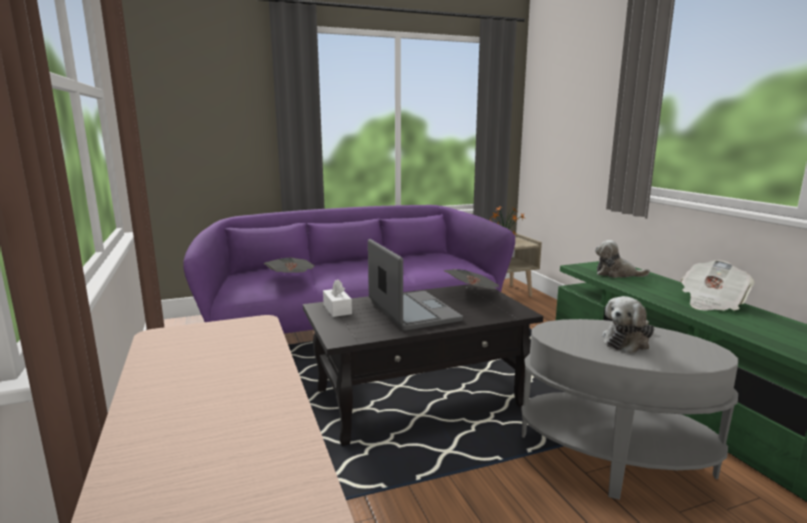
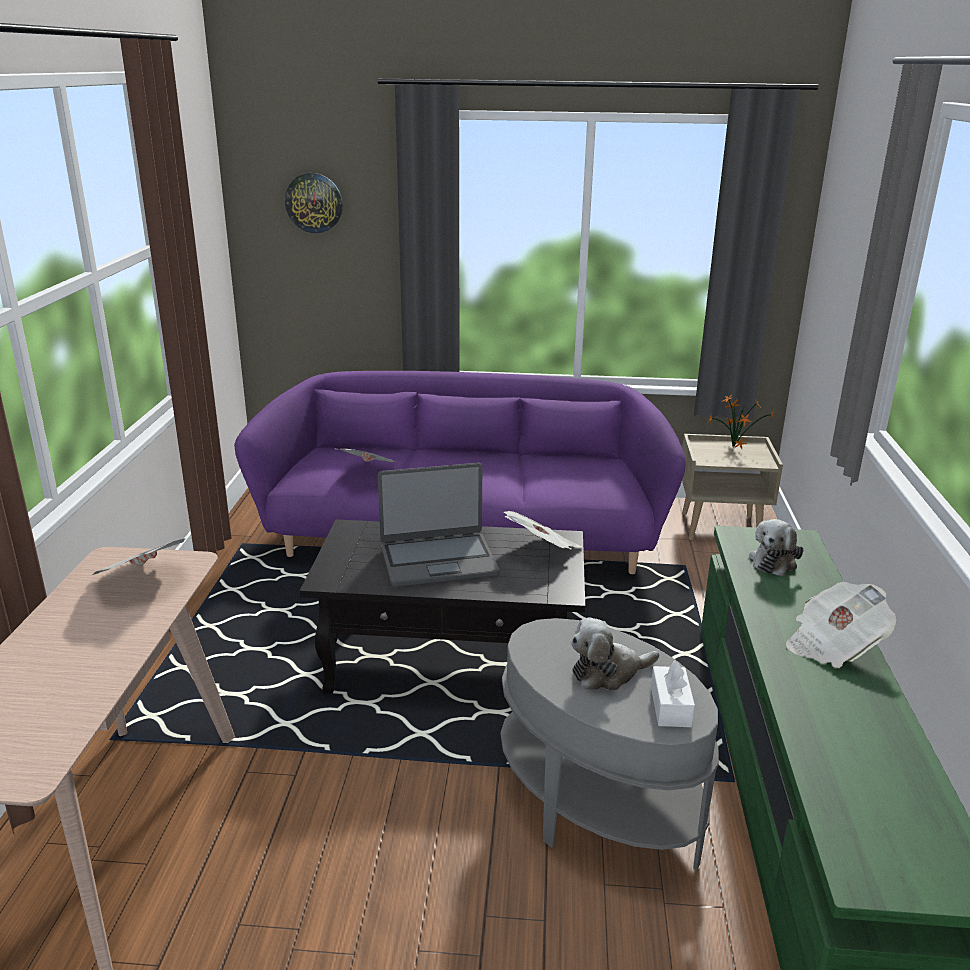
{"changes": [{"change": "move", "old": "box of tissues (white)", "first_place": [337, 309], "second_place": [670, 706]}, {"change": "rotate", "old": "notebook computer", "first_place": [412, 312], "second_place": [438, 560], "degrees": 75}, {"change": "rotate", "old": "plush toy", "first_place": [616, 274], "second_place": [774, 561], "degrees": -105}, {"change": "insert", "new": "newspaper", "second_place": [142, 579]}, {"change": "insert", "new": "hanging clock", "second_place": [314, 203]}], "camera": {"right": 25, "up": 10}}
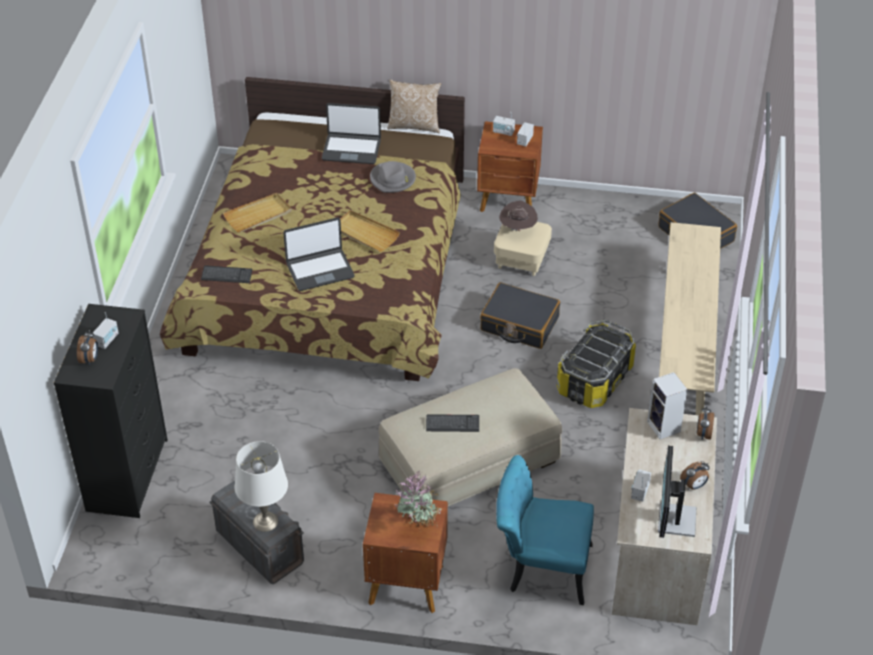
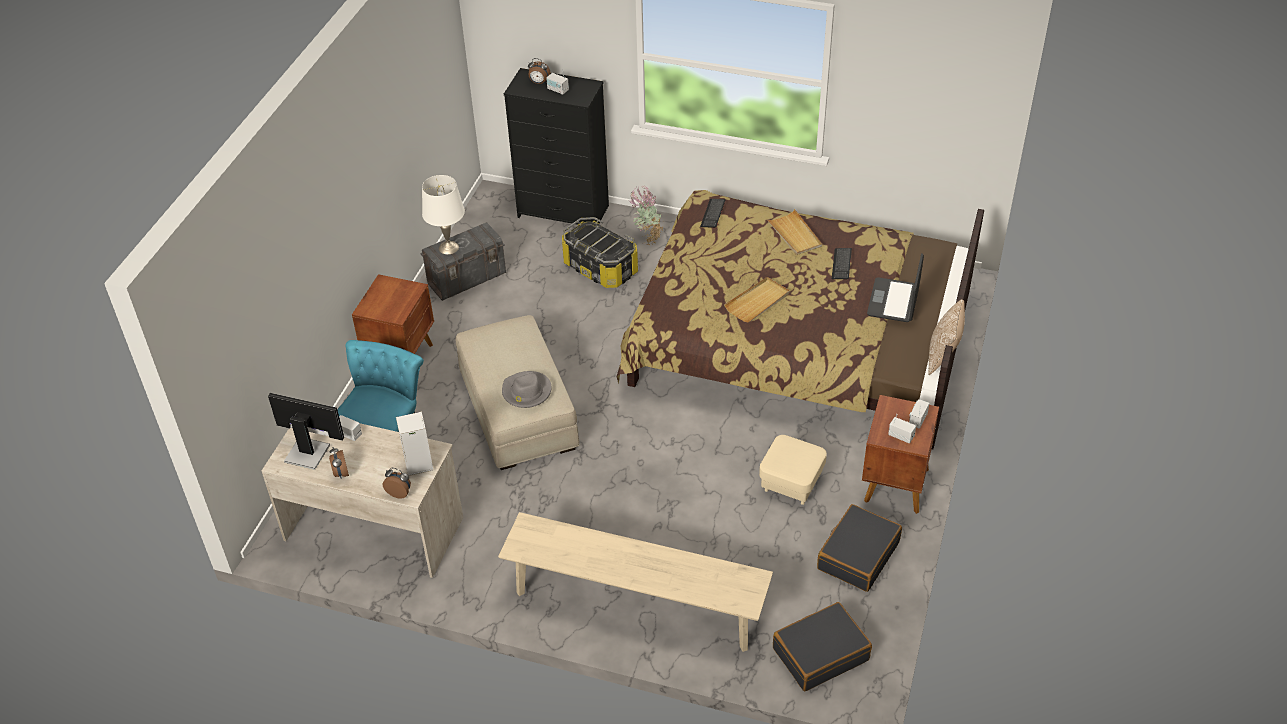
{"changes": [{"change": "delete", "old": "notebook computer", "first_place": [320, 270]}, {"change": "move", "old": "wearable hat (greyish)", "first_place": [393, 179], "second_place": [526, 392]}, {"change": "move", "old": "plant in a pot", "first_place": [418, 527], "second_place": [647, 237]}, {"change": "move", "old": "PC keyboard", "first_place": [452, 424], "second_place": [841, 264]}, {"change": "move", "old": "travel case (blackish)", "first_place": [519, 324], "second_place": [857, 555]}, {"change": "delete", "old": "wearable hat (brownish)", "first_place": [518, 228]}, {"change": "move", "old": "storage container", "first_place": [594, 379], "second_place": [601, 268]}], "camera": {"right": 100, "up": 0}}
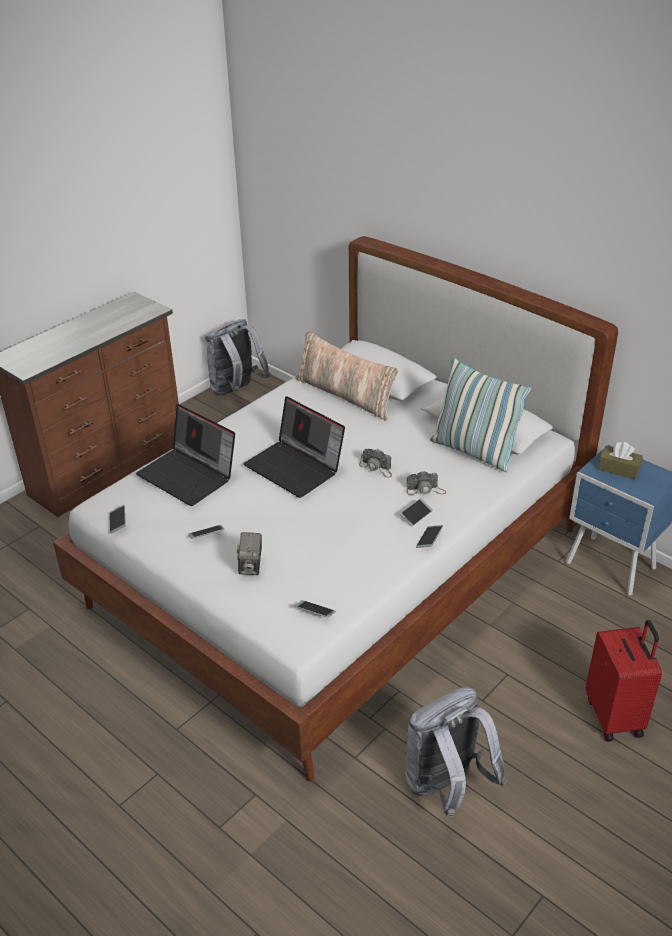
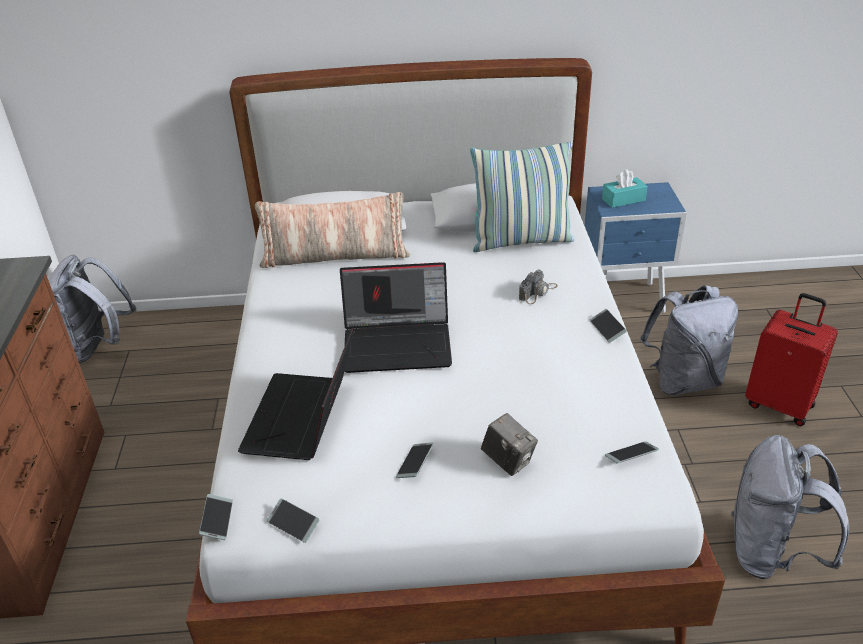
{"changes": [{"change": "rotate", "old": "notebook computer", "first_place": [189, 475], "second_place": [302, 419], "degrees": 105}, {"change": "delete", "old": "still camera", "first_place": [377, 468]}, {"change": "move", "old": "phone", "first_place": [416, 515], "second_place": [217, 520]}, {"change": "recolor", "old": "box of tissues (brownish)", "new": "box of tissues (blue-green)", "first_place": [618, 469], "second_place": [623, 199]}, {"change": "insert", "new": "rucksack (greyish)", "second_place": [683, 380]}], "camera": {"right": -45, "up": 0}}
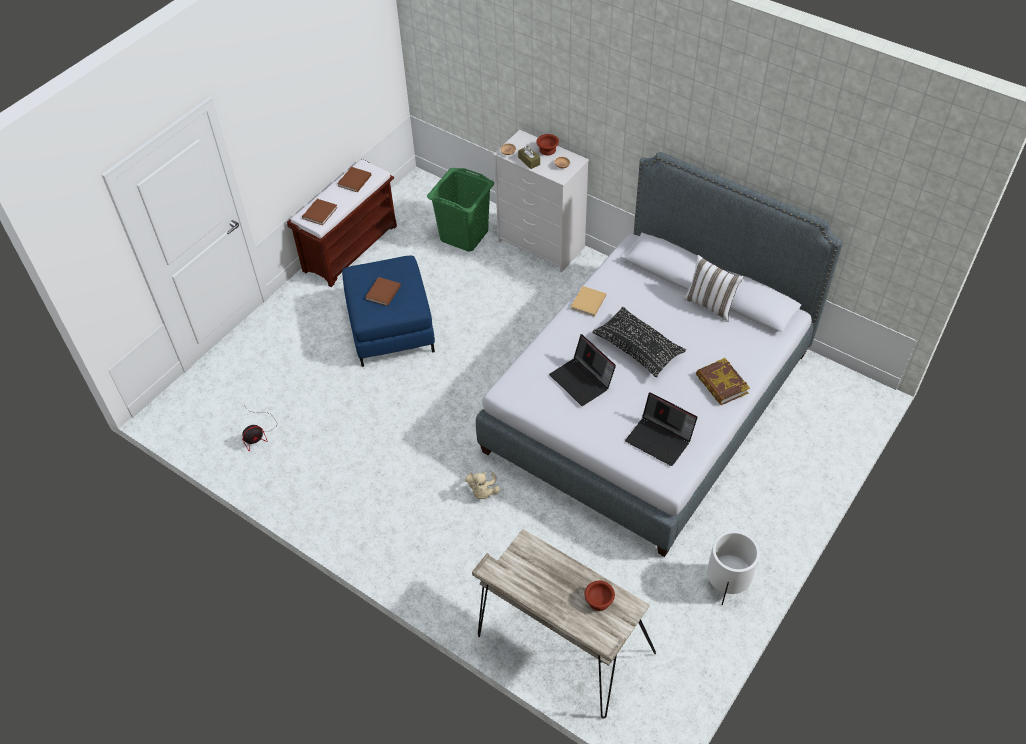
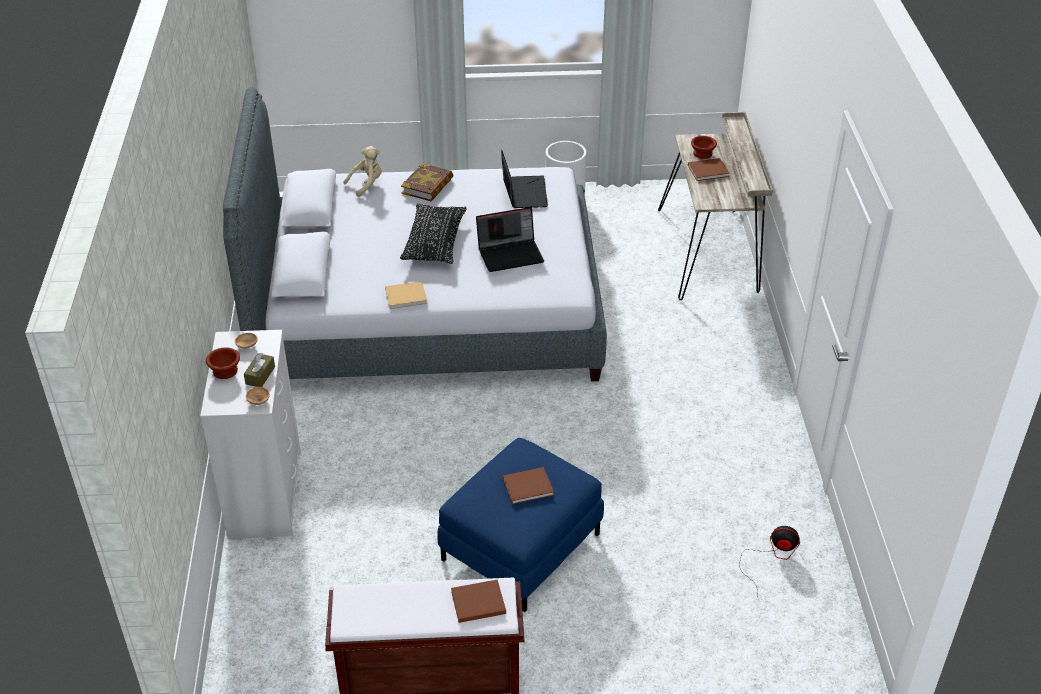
{"changes": [{"change": "move", "old": "volume (brownish)", "first_place": [354, 181], "second_place": [709, 171]}, {"change": "delete", "old": "laundry basket (greenish)", "first_place": [463, 235]}, {"change": "move", "old": "plush toy (beige)", "first_place": [482, 491], "second_place": [367, 184]}, {"change": "rotate", "old": "notebook computer", "first_place": [582, 381], "second_place": [511, 254], "degrees": 60}, {"change": "delete", "old": "cushion (white)", "first_place": [710, 304]}], "camera": {"right": -130, "up": -10}}
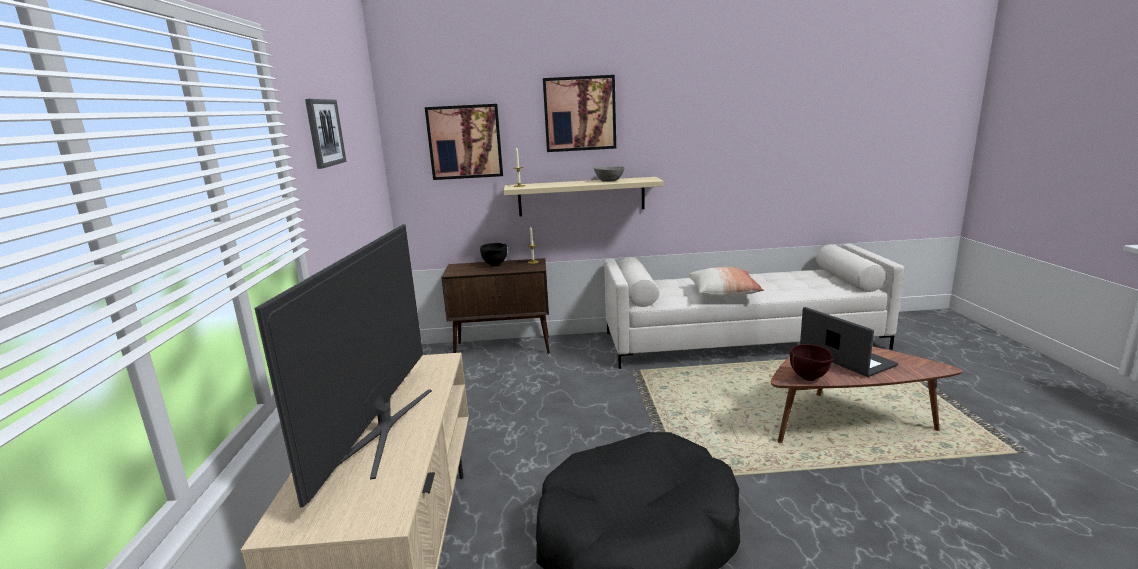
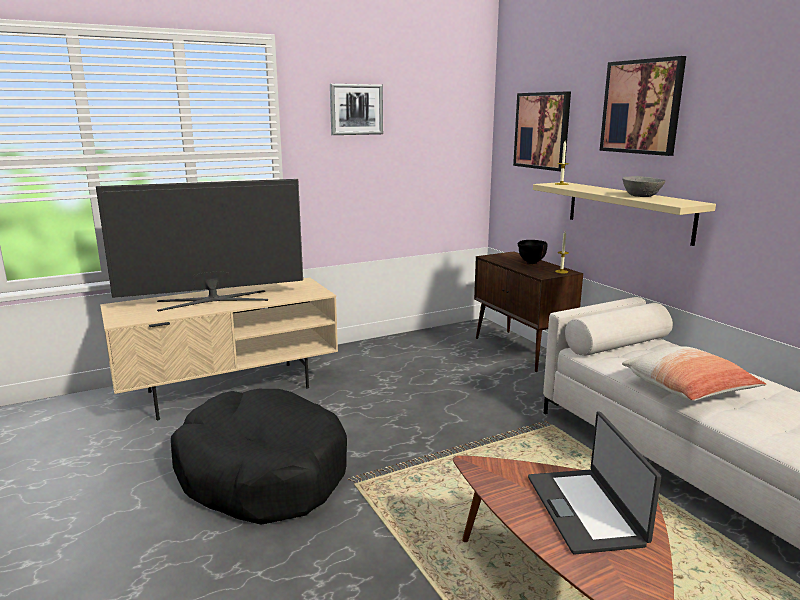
{"changes": [{"change": "delete", "old": "deep dish (brownish)", "first_place": [810, 379]}, {"change": "rotate", "old": "notebook computer", "first_place": [845, 358], "second_place": [586, 510], "degrees": 135}], "camera": {"right": 65, "up": 0}}
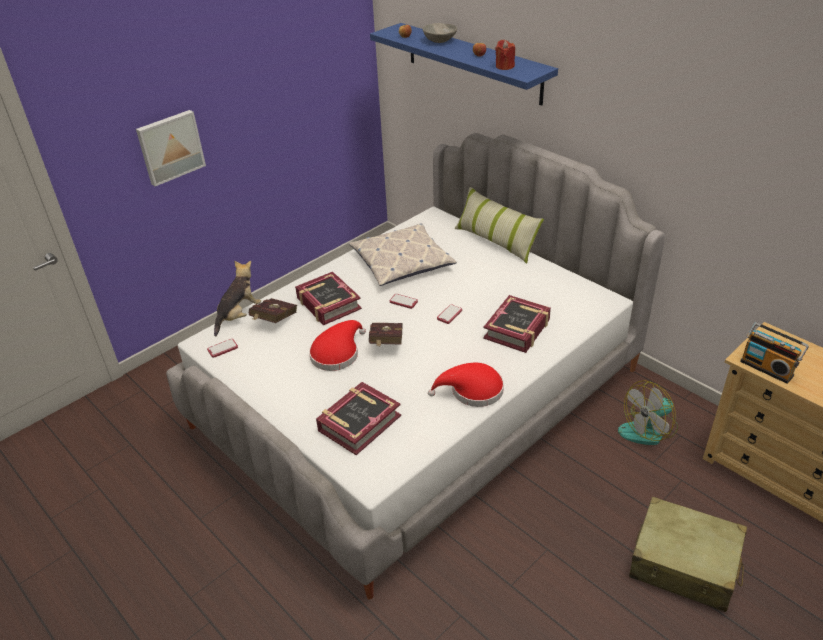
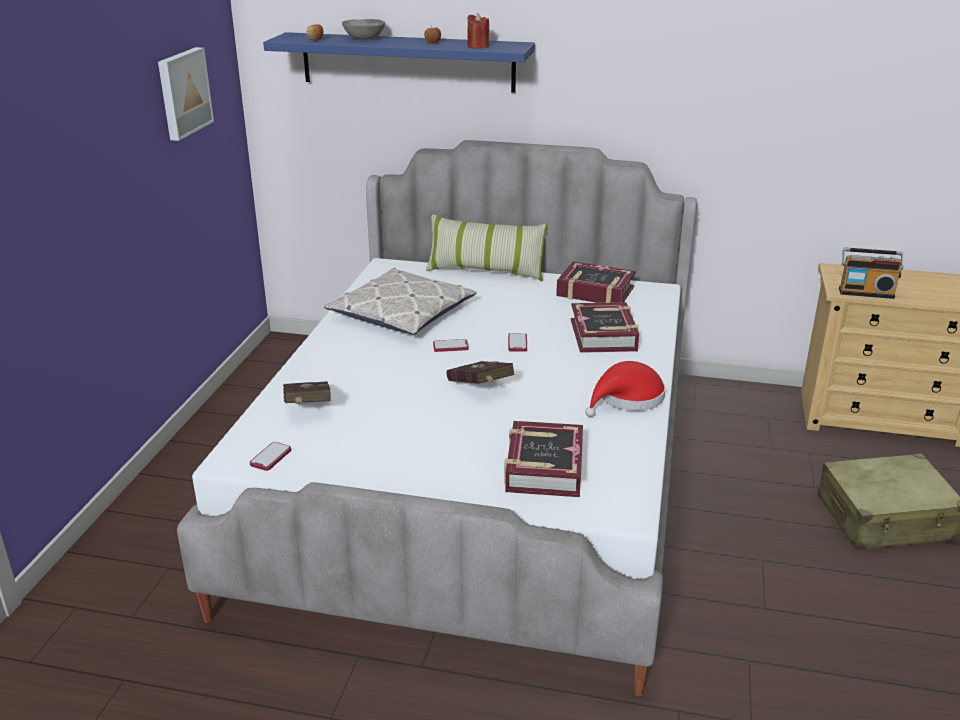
{"changes": [{"change": "move", "old": "picture", "first_place": [170, 147], "second_place": [183, 93]}, {"change": "delete", "old": "plush toy", "first_place": [239, 315]}, {"change": "move", "old": "volume", "first_place": [328, 304], "second_place": [595, 292]}, {"change": "delete", "old": "wearable hat (reddish)", "first_place": [337, 353]}, {"change": "delete", "old": "fan", "first_place": [649, 430]}], "camera": {"right": -35, "up": -10}}
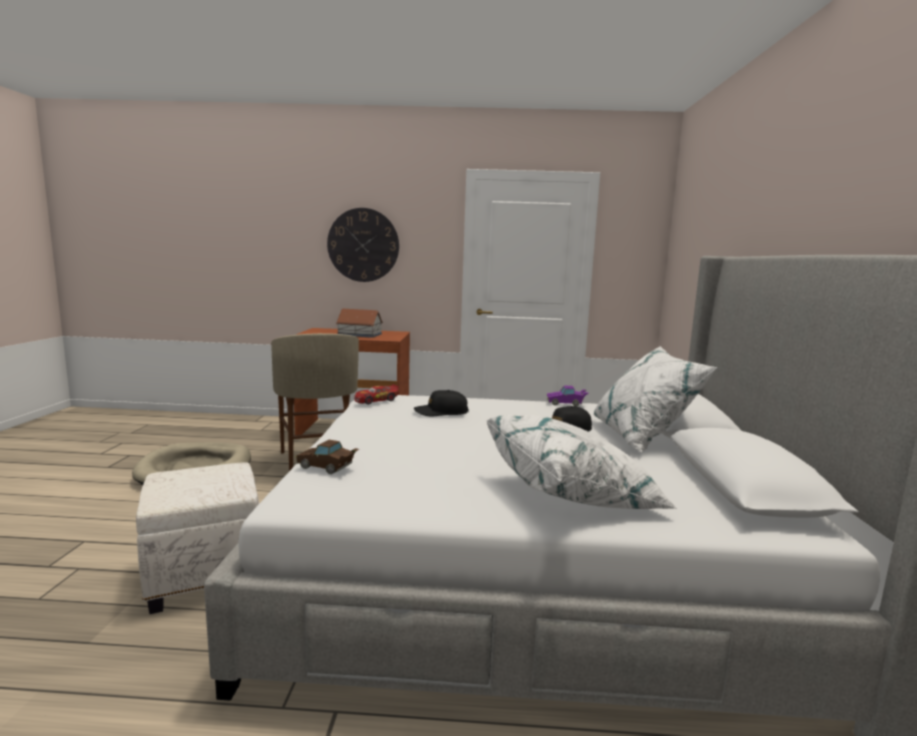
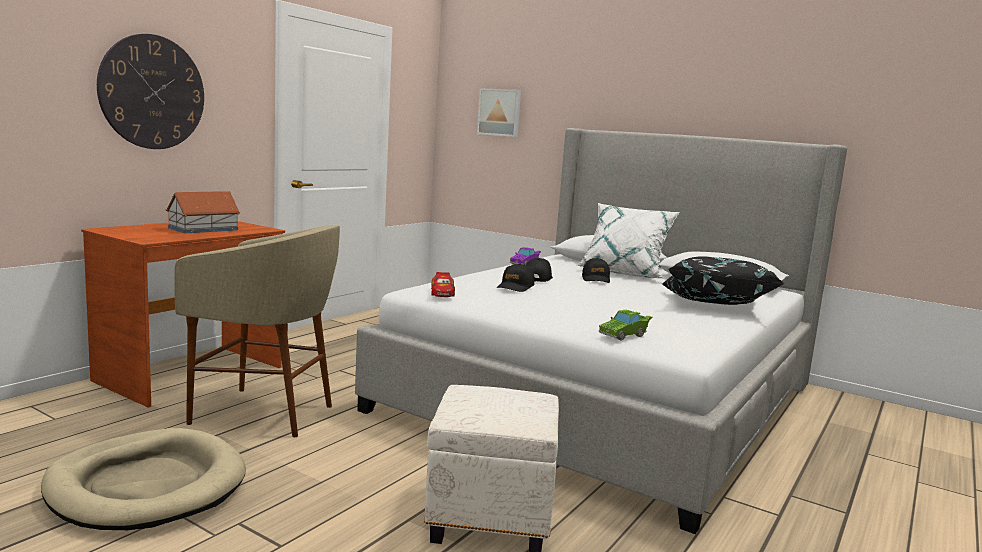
{"changes": [{"change": "recolor", "old": "model car (brownish)", "new": "model car (greenish)", "first_place": [327, 467], "second_place": [624, 335]}, {"change": "recolor", "old": "cushion (white)", "new": "cushion (blackish)", "first_place": [572, 494], "second_place": [714, 305]}, {"change": "insert", "new": "picture", "second_place": [500, 112]}, {"change": "insert", "new": "cap (blackish)", "second_place": [537, 278]}], "camera": {"right": -60, "up": 0}}
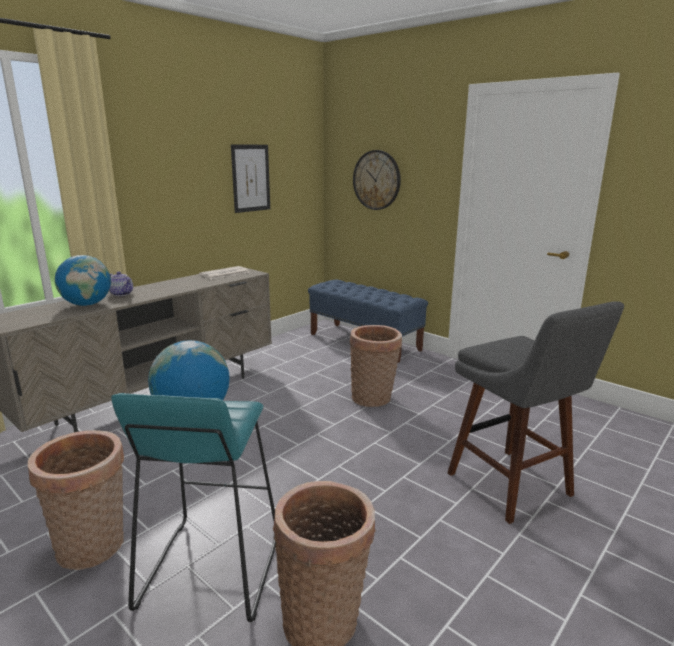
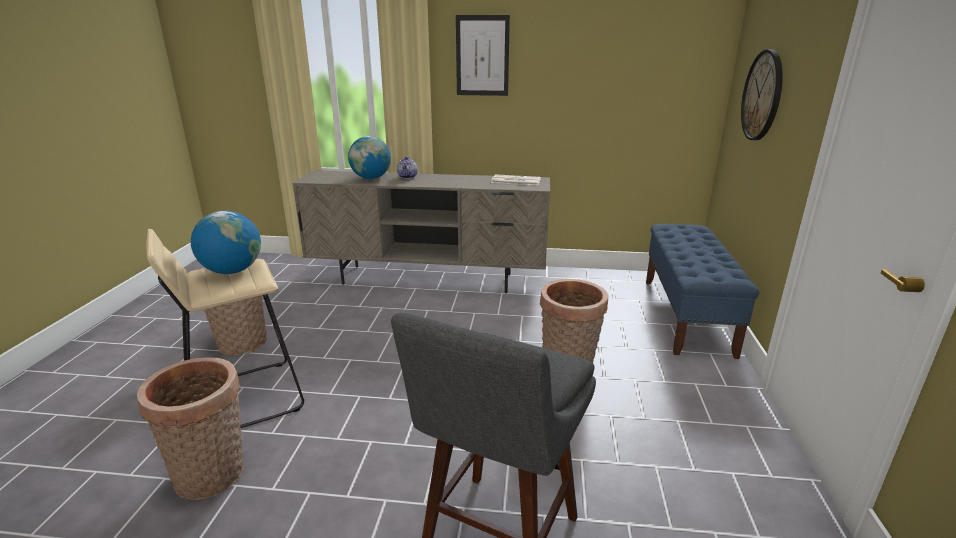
{"changes": [{"change": "recolor", "old": "sitting stool (blue-green)", "new": "sitting stool (beige)", "first_place": [210, 569], "second_place": [243, 398]}, {"change": "move", "old": "picture", "first_place": [251, 178], "second_place": [482, 56]}], "camera": {"right": 55, "up": 5}}
